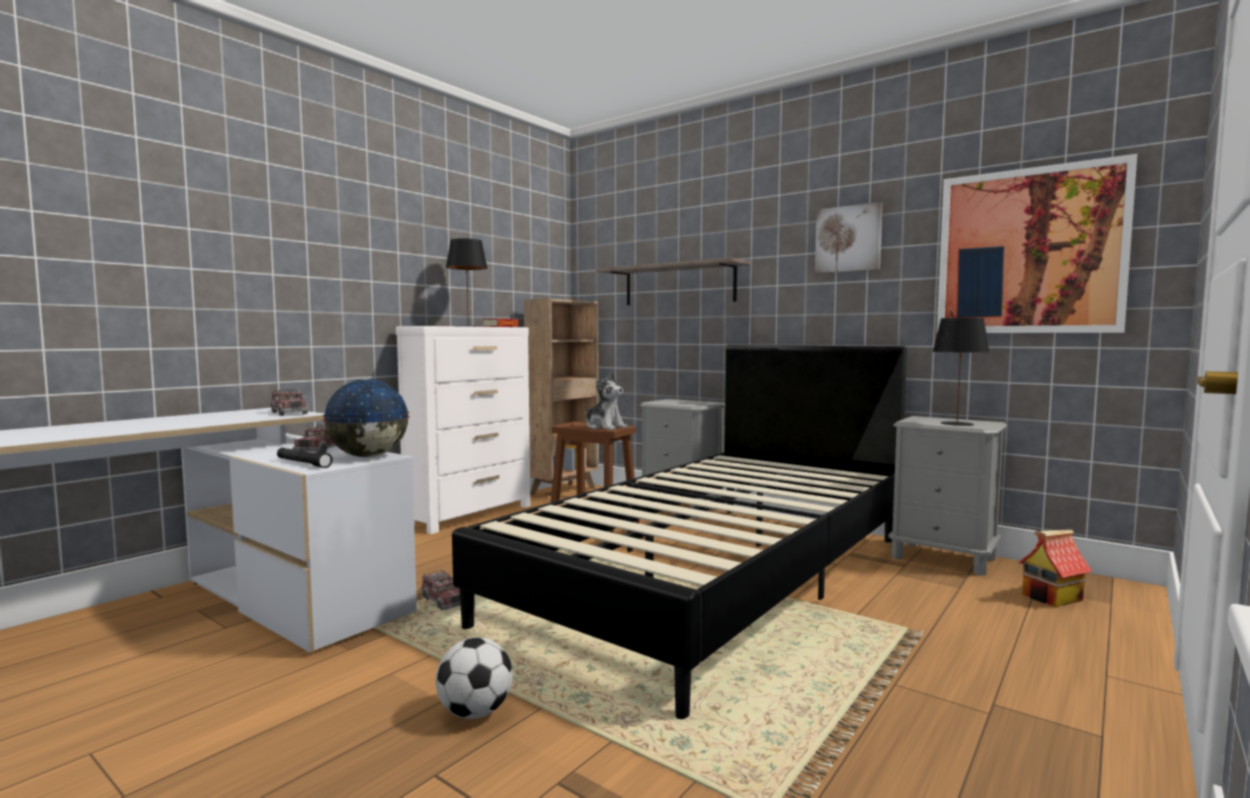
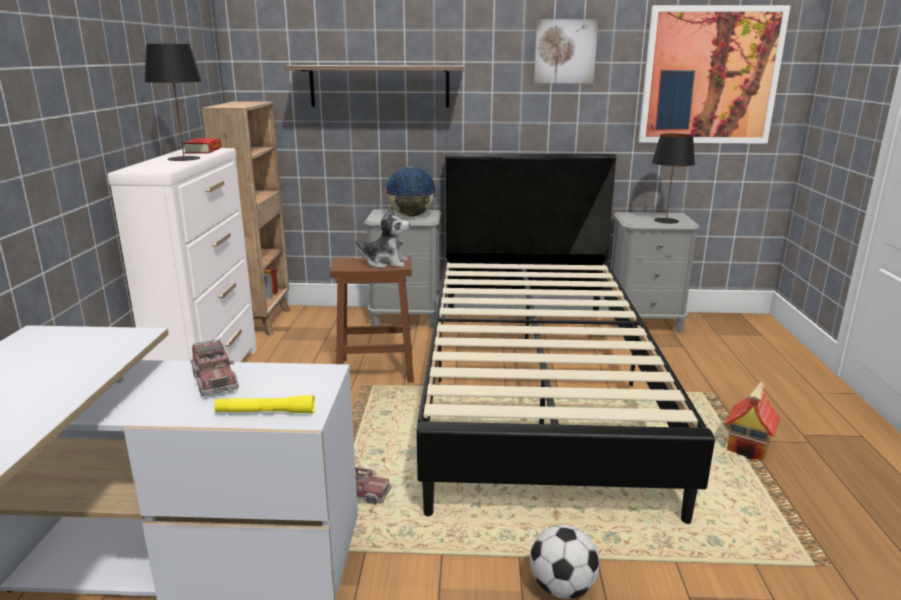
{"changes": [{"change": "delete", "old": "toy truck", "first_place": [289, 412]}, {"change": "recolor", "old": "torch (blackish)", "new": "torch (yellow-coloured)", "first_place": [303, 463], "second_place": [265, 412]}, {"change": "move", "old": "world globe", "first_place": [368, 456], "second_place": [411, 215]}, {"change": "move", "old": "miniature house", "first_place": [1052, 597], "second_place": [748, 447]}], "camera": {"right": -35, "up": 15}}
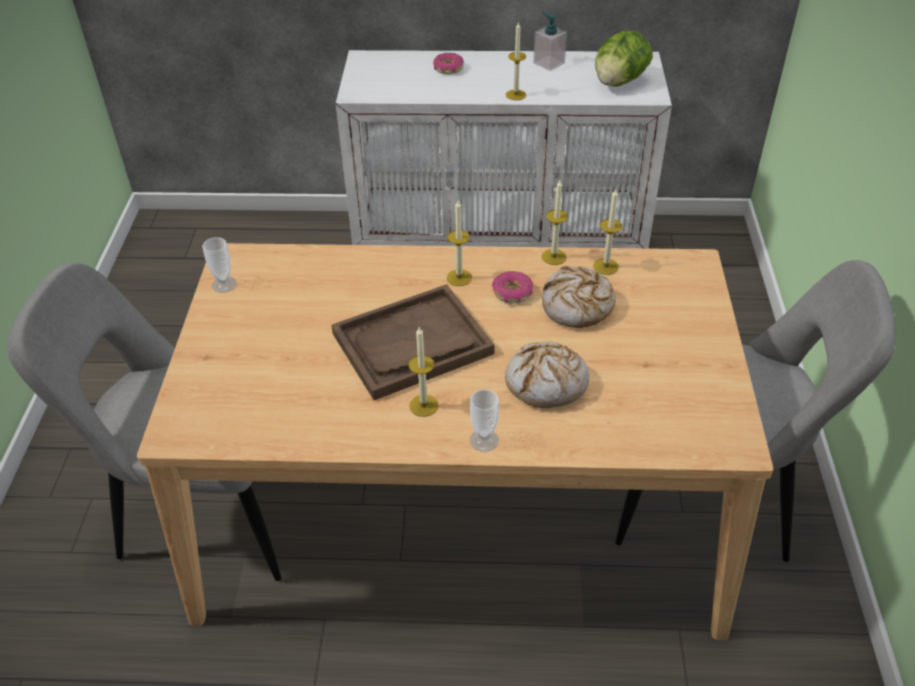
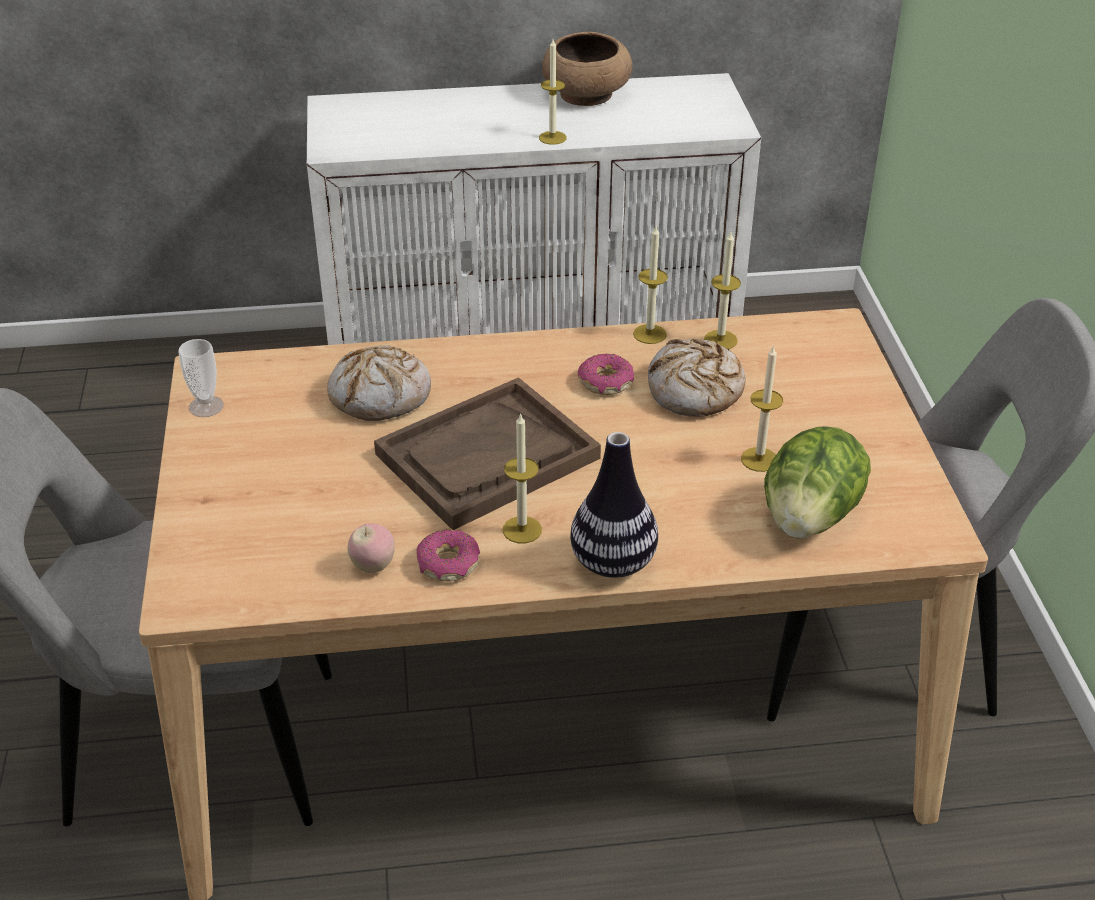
{"changes": [{"change": "move", "old": "doughnut", "first_place": [448, 69], "second_place": [448, 564]}, {"change": "move", "old": "wax candle", "first_place": [459, 277], "second_place": [759, 459]}, {"change": "replace", "old": "small cup", "new": "flower vase", "first_place": [484, 440], "second_place": [613, 563]}, {"change": "move", "old": "bread", "first_place": [546, 383], "second_place": [380, 395]}, {"change": "replace", "old": "soap dispenser", "new": "deep dish (brownish)", "first_place": [548, 63], "second_place": [587, 95]}, {"change": "move", "old": "lettuce head", "first_place": [619, 82], "second_place": [809, 518]}, {"change": "insert", "new": "apple fruit", "second_place": [373, 566]}], "camera": {"right": -10, "up": -5}}
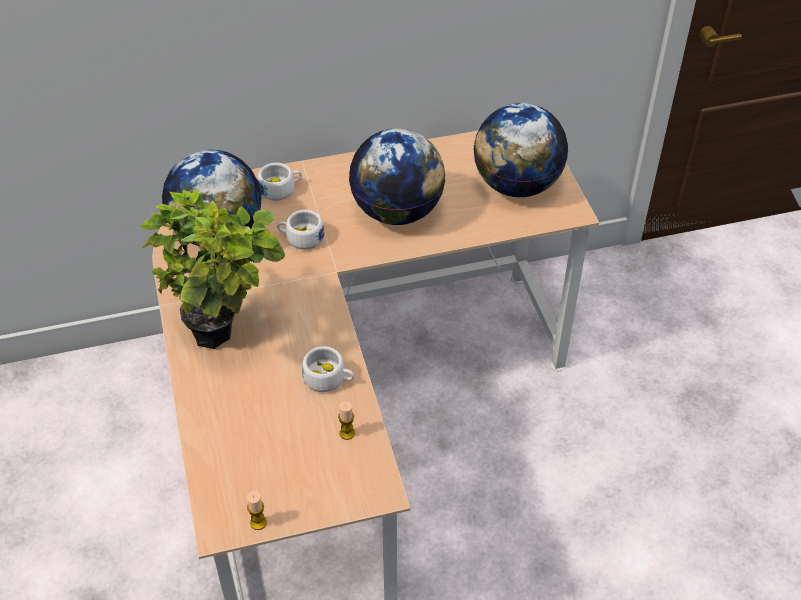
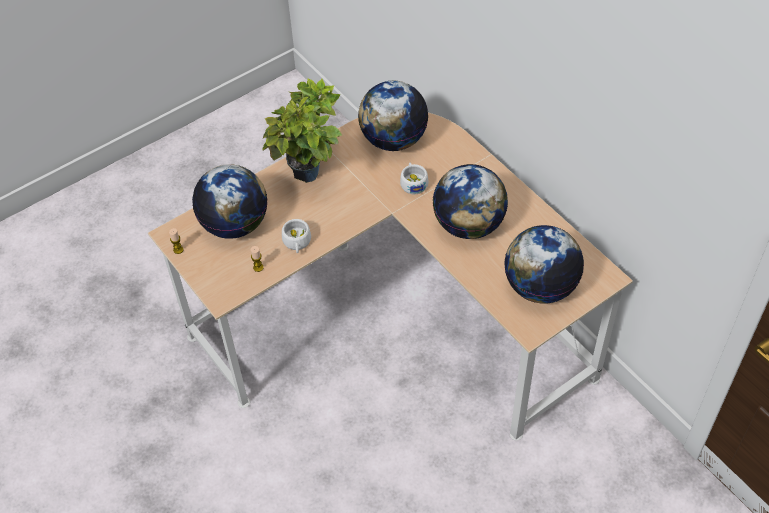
{"changes": [{"change": "delete", "old": "small cup (white)", "first_place": [281, 189]}, {"change": "insert", "new": "world globe", "second_place": [235, 224]}], "camera": {"right": 70, "up": 5}}
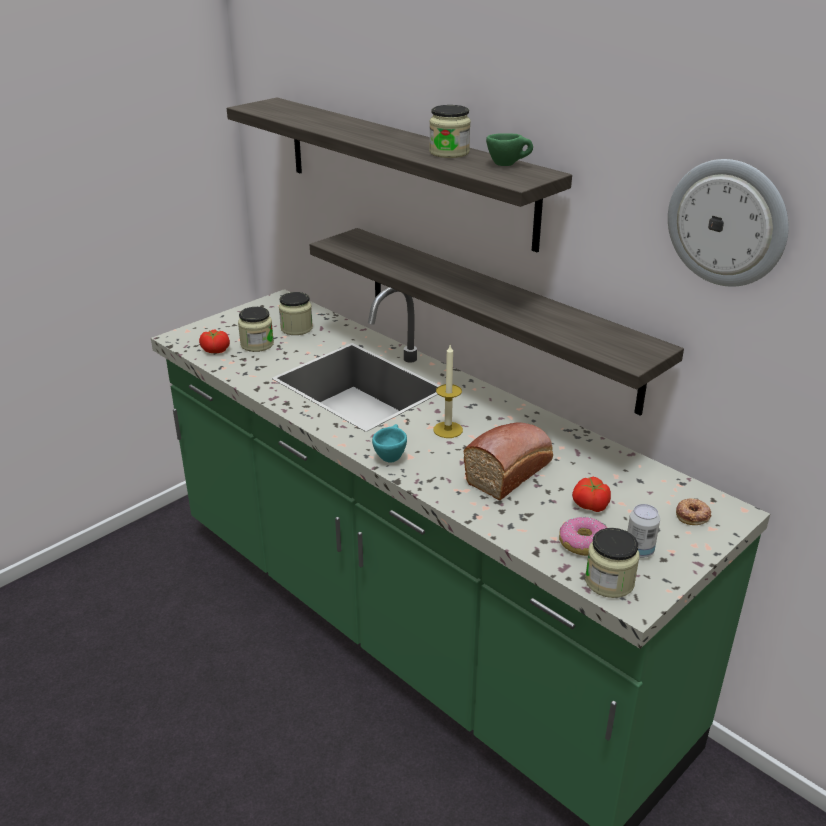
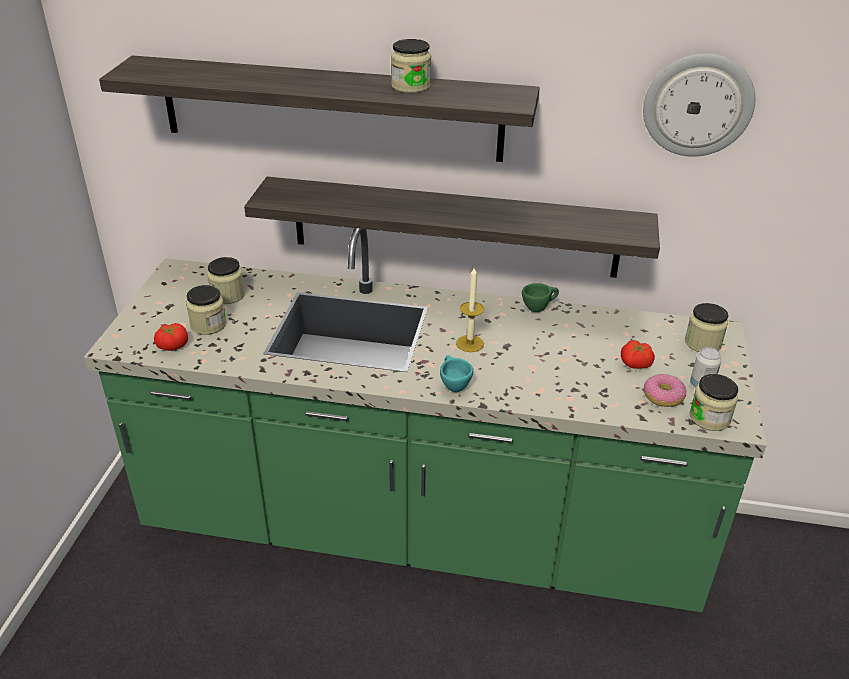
{"changes": [{"change": "delete", "old": "bread", "first_place": [511, 471]}, {"change": "move", "old": "small cup (greenish)", "first_place": [508, 165], "second_place": [539, 308]}, {"change": "replace", "old": "doughnut", "new": "preserve jar", "first_place": [693, 515], "second_place": [702, 343]}], "camera": {"right": -35, "up": 5}}
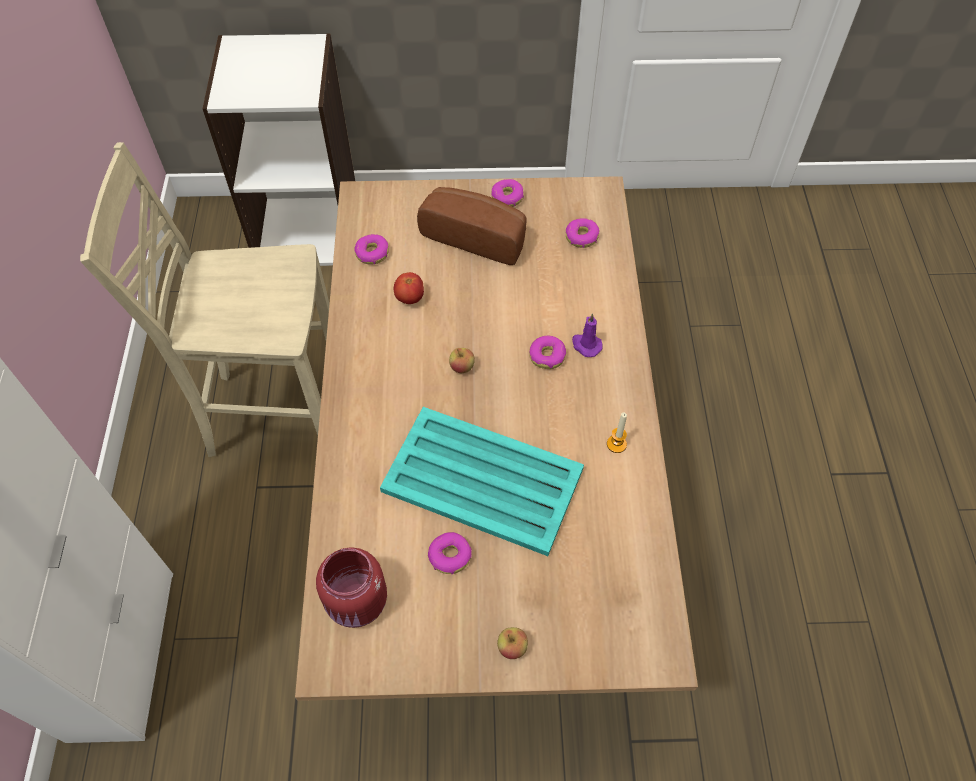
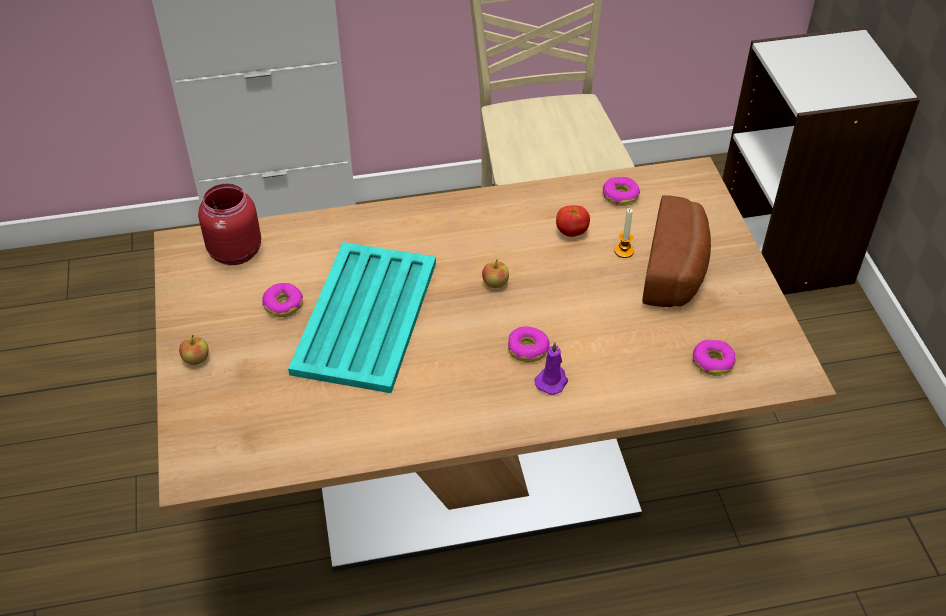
{"changes": [{"change": "delete", "old": "doughnut", "first_place": [507, 197]}, {"change": "move", "old": "wax candle", "first_place": [616, 444], "second_place": [624, 251]}], "camera": {"right": 80, "up": -10}}
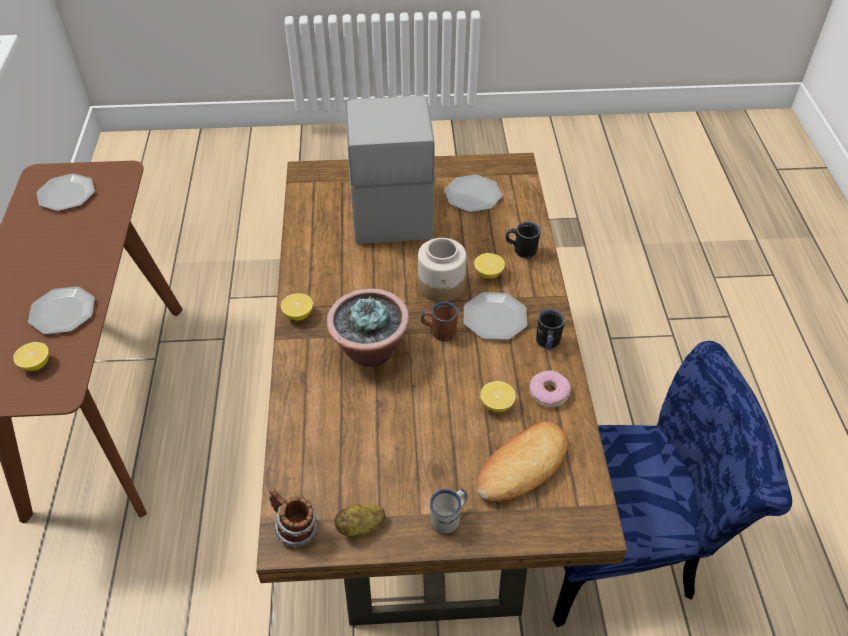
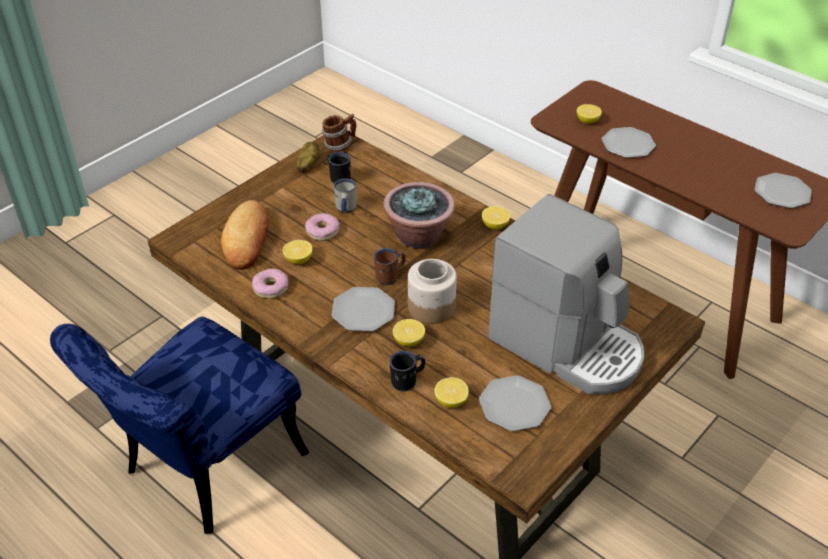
{"changes": [{"change": "move", "old": "coffee mug (white)", "first_place": [449, 518], "second_place": [345, 209]}, {"change": "move", "old": "coffee mug (blackish)", "first_place": [547, 344], "second_place": [338, 177]}, {"change": "insert", "new": "doughnut", "second_place": [322, 231]}, {"change": "insert", "new": "lemon", "second_place": [451, 401]}], "camera": {"right": 135, "up": -5}}
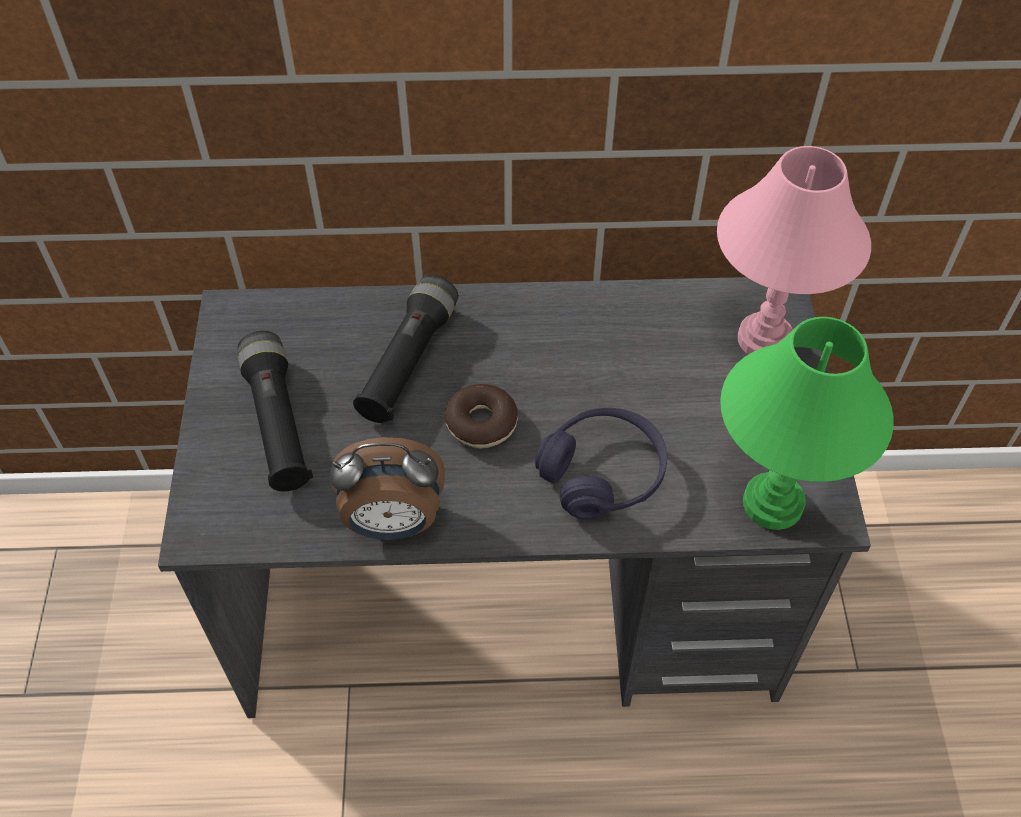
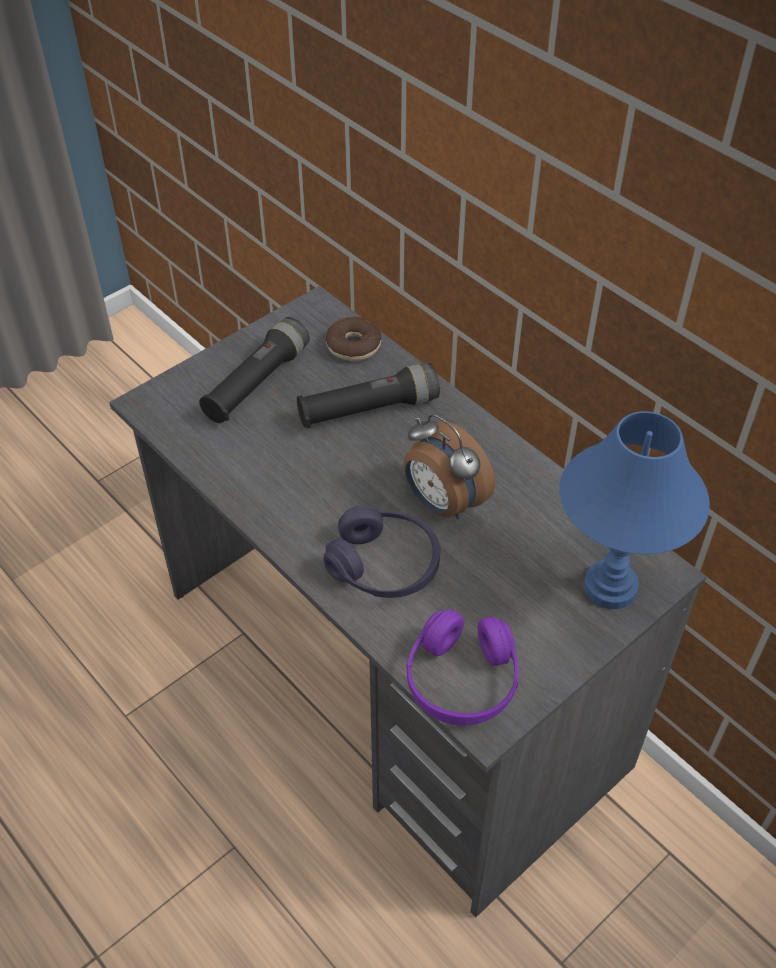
{"changes": [{"change": "move", "old": "bedside clock", "first_place": [392, 523], "second_place": [442, 503]}, {"change": "move", "old": "doughnut", "first_place": [481, 423], "second_place": [353, 346]}, {"change": "recolor", "old": "lamp for a table (pink-coloured)", "new": "lamp for a table (bluish)", "first_place": [763, 340], "second_place": [609, 586]}, {"change": "replace", "old": "lamp for a table (greenish)", "new": "headphones (purple)", "first_place": [772, 502], "second_place": [462, 680]}], "camera": {"right": 50, "up": -5}}
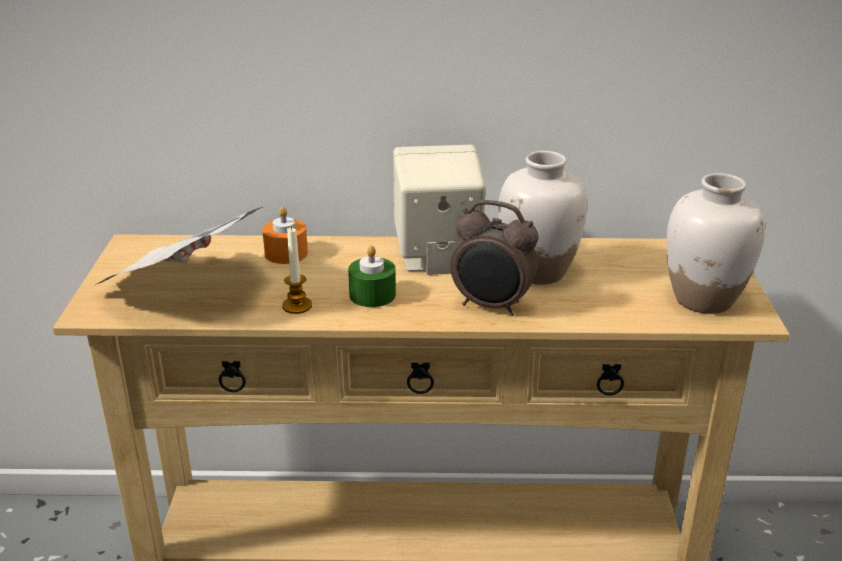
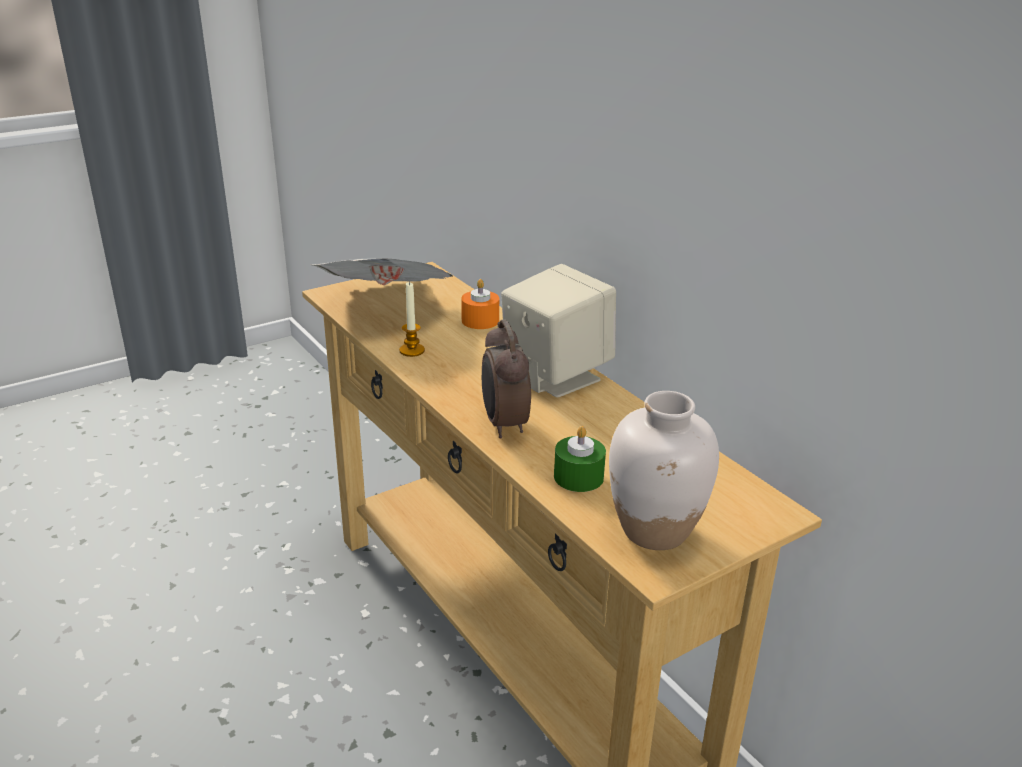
{"changes": [{"change": "move", "old": "wax candle (greenish)", "first_place": [372, 295], "second_place": [578, 477]}, {"change": "delete", "old": "flower vase (white)", "first_place": [538, 272]}], "camera": {"right": 55, "up": 0}}
